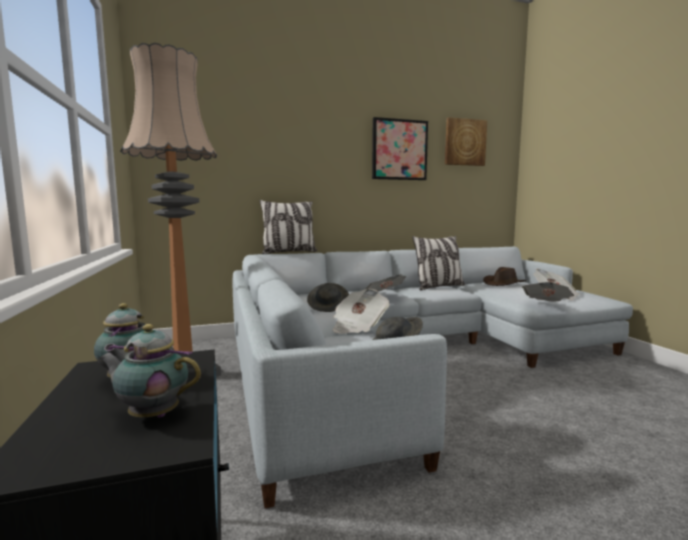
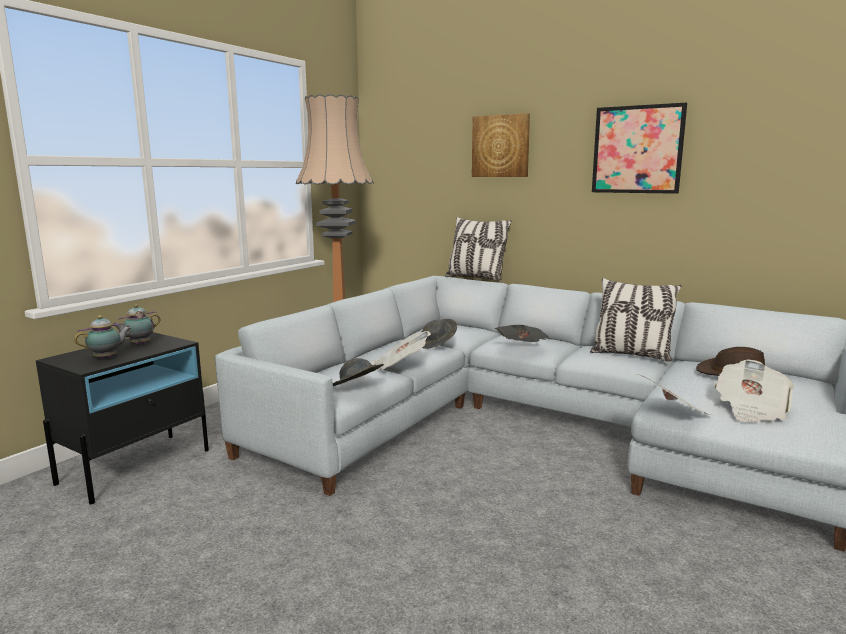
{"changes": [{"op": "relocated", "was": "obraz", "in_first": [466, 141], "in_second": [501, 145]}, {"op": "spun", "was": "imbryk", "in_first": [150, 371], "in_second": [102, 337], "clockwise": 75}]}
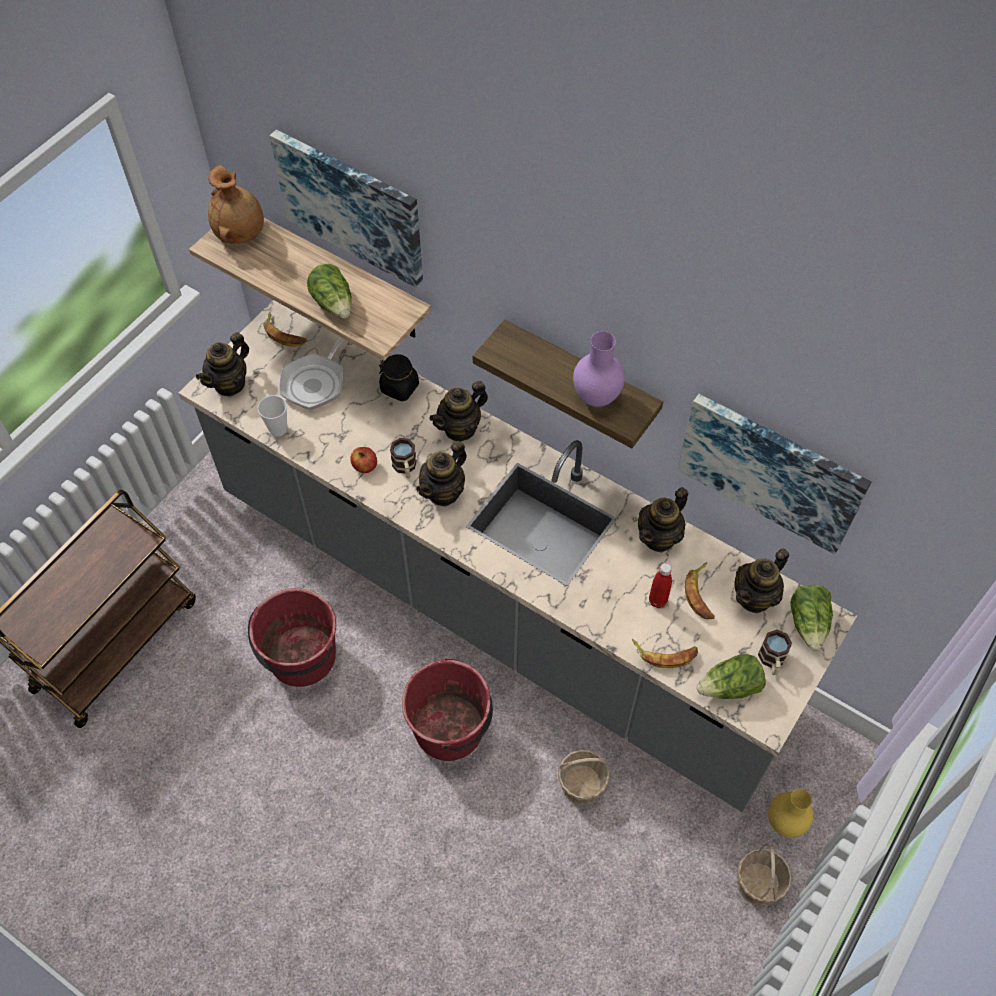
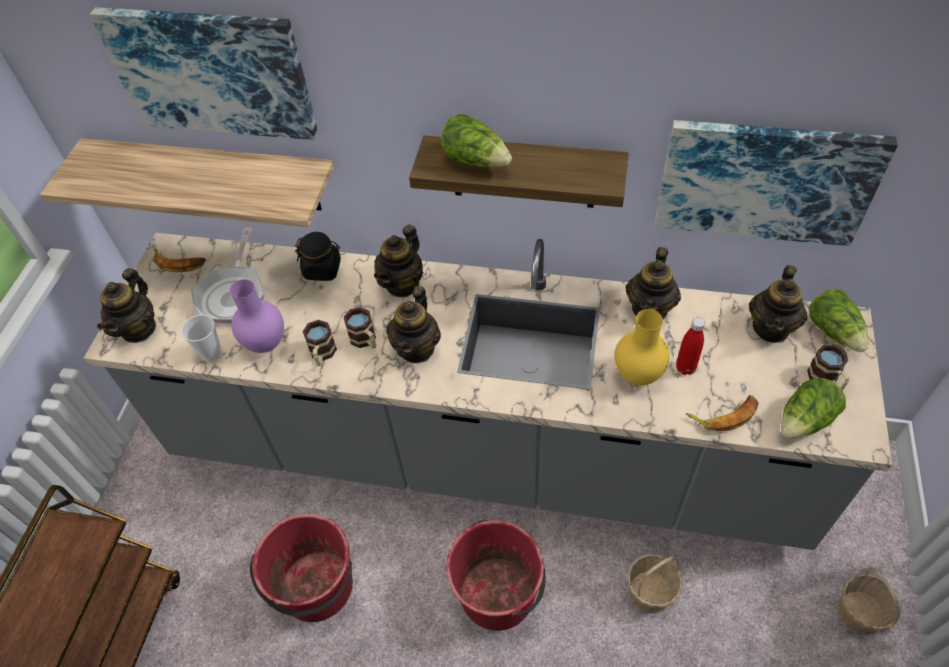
{"changes": [{"op": "missing", "was": "wazon (brązowy)", "in_first": [236, 204]}, {"op": "relocated", "was": "sałata", "in_first": [329, 291], "in_second": [476, 140]}, {"op": "relocated", "was": "wazon (fioletowy)", "in_first": [599, 369], "in_second": [257, 316]}, {"op": "exchanged", "was": "jabłko", "now": "kubek", "in_first": [363, 460], "in_second": [320, 343]}, {"op": "missing", "was": "banan", "in_first": [700, 590]}, {"op": "relocated", "was": "wazon (żółty)", "in_first": [790, 813], "in_second": [642, 347]}]}
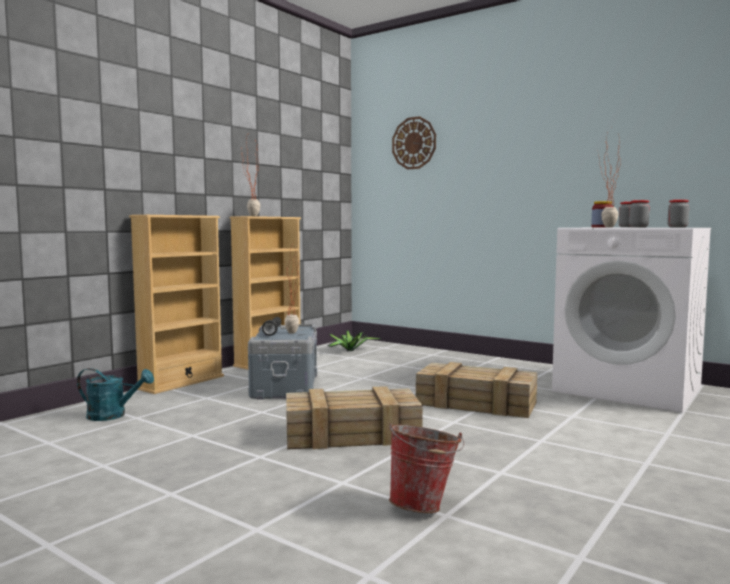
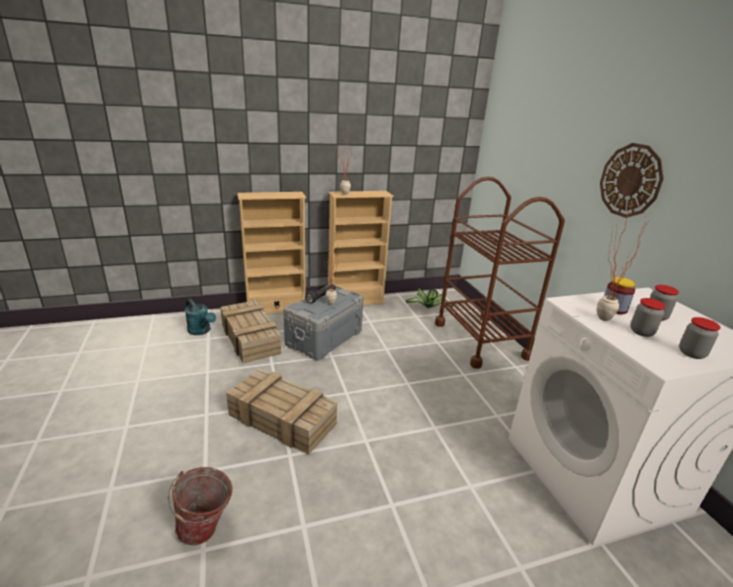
{"changes": [{"op": "relocated", "was": "zegar ścienny", "in_first": [414, 142], "in_second": [632, 180]}, {"op": "relocated", "was": "skrzynka", "in_first": [476, 390], "in_second": [250, 331]}, {"op": "appeared", "now": "wózek (brązowy)", "in_second": [500, 273]}]}
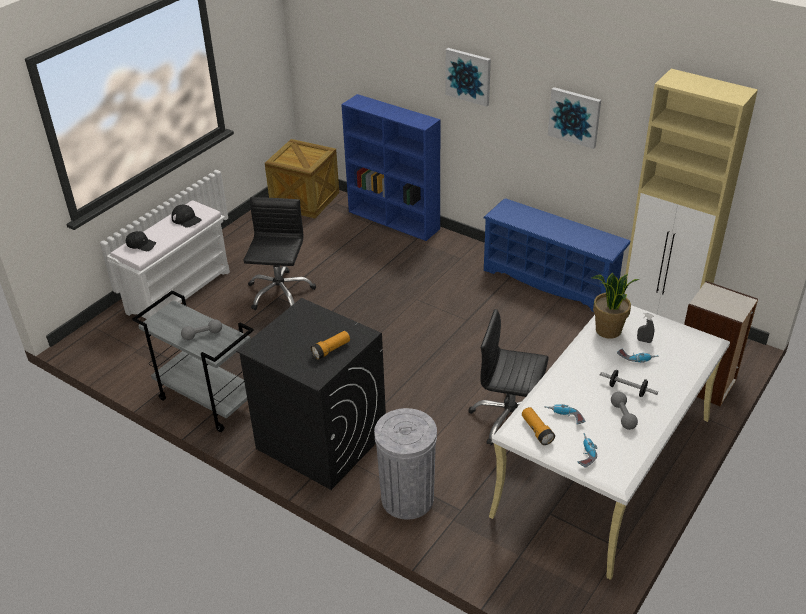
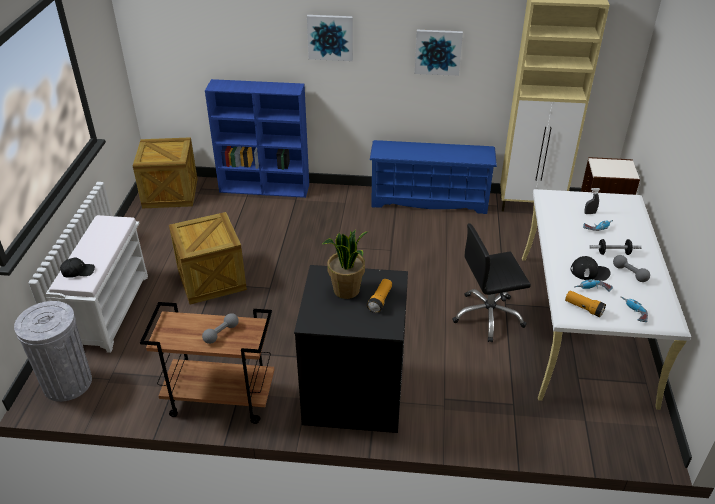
{"changes": [{"op": "exchanged", "was": "krzesło biurowe (czarny)", "now": "skrzynka", "in_first": [279, 253], "in_second": [208, 258]}, {"op": "relocated", "was": "czapka z daszkiem (czarny)", "in_first": [186, 216], "in_second": [590, 268]}, {"op": "relocated", "was": "roślina doniczkowa", "in_first": [616, 306], "in_second": [345, 264]}, {"op": "colour", "was": "wózek (szary)", "now": "wózek (brązowy)", "in_first": [193, 361], "in_second": [207, 363]}, {"op": "relocated", "was": "kosz na śmieci (szary)", "in_first": [405, 464], "in_second": [53, 351]}]}
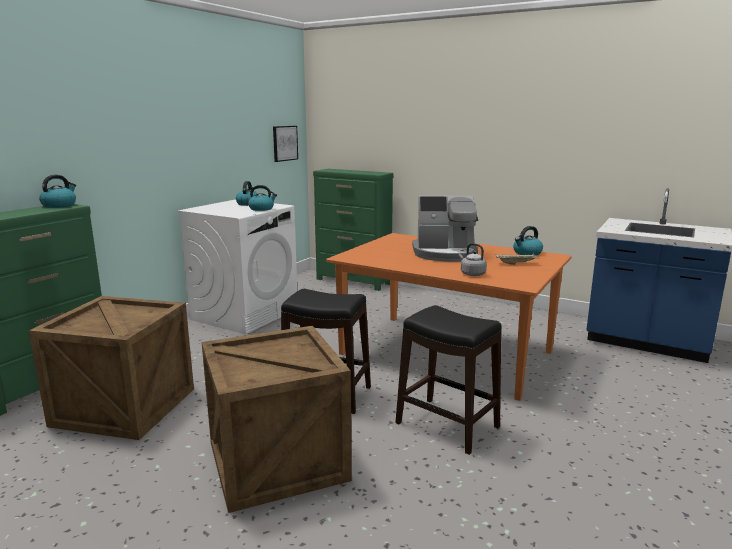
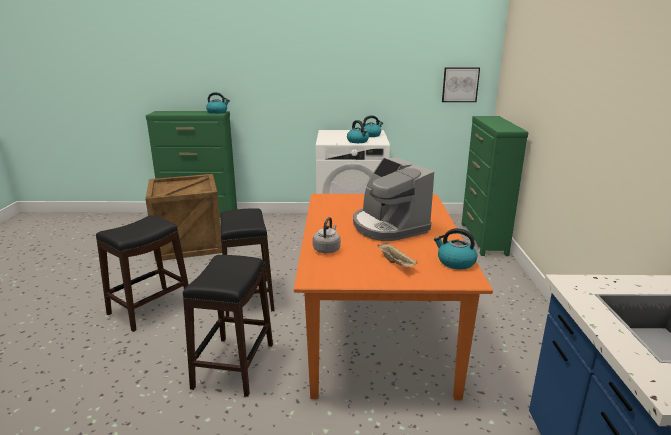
{"changes": [{"op": "exchanged", "was": "skrzynka", "now": "stołek (czarny)", "in_first": [277, 419], "in_second": [142, 273]}]}
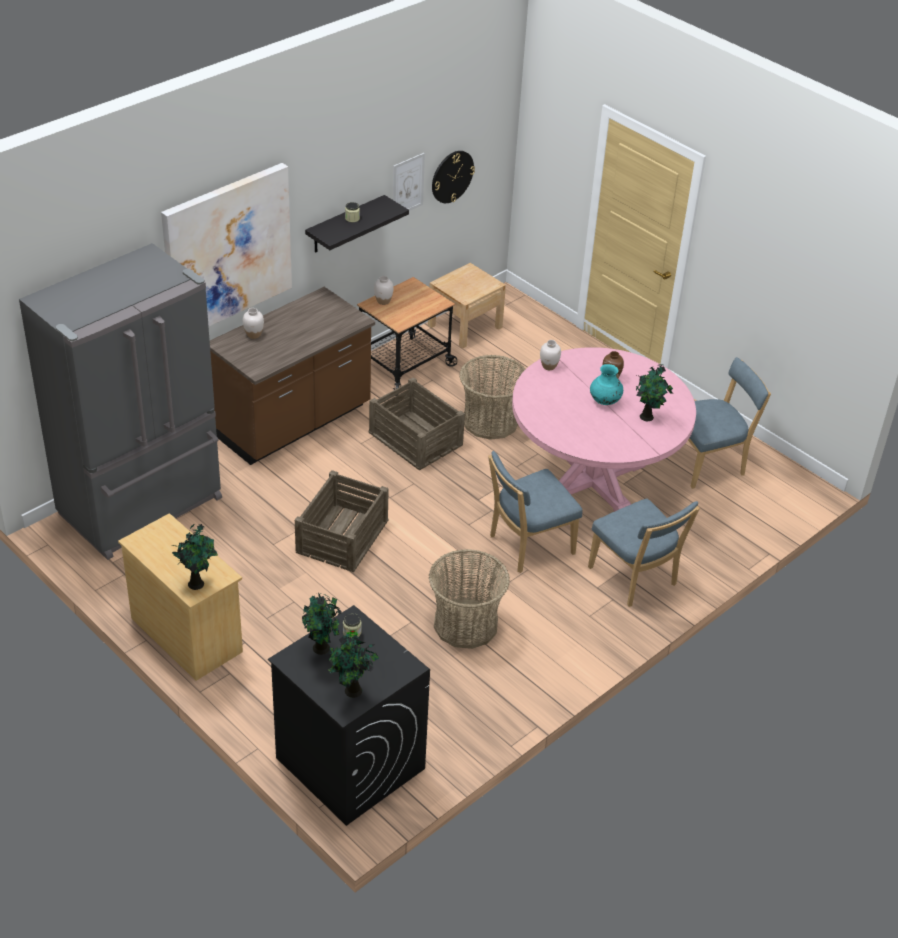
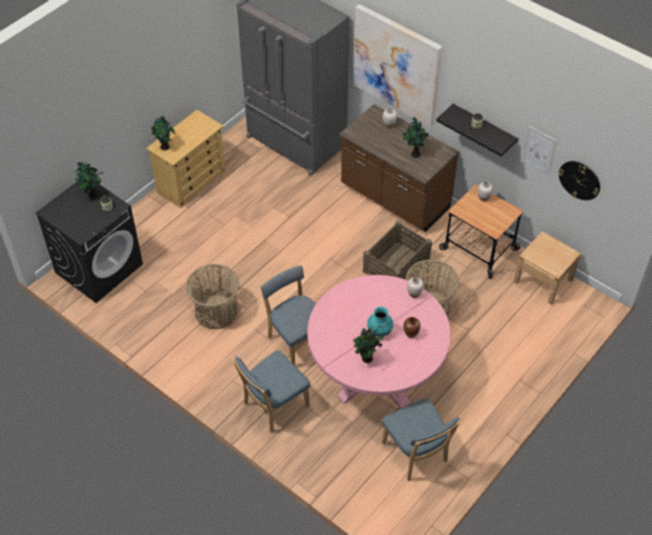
{"changes": [{"op": "missing", "was": "skrzynka", "in_first": [342, 521]}, {"op": "relocated", "was": "roślina doniczkowa", "in_first": [353, 666], "in_second": [416, 137]}]}
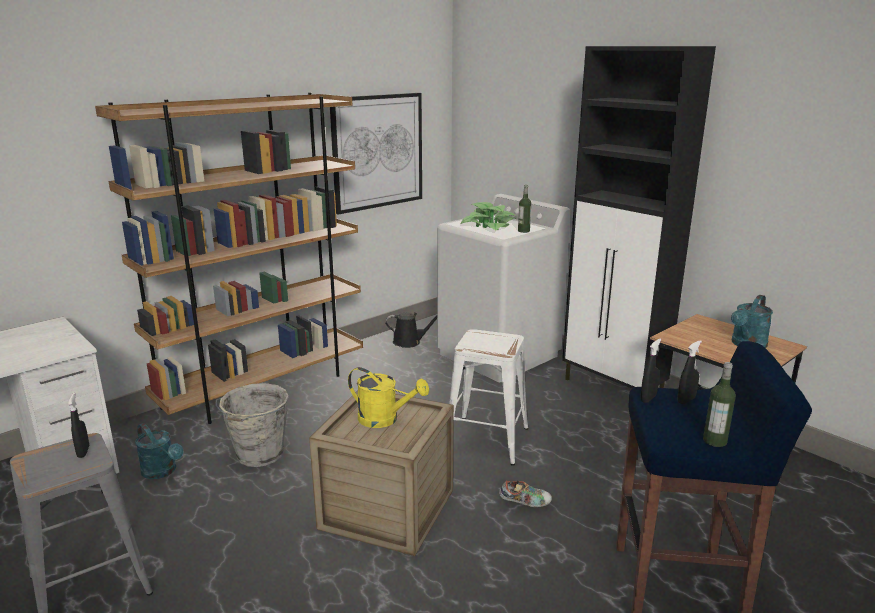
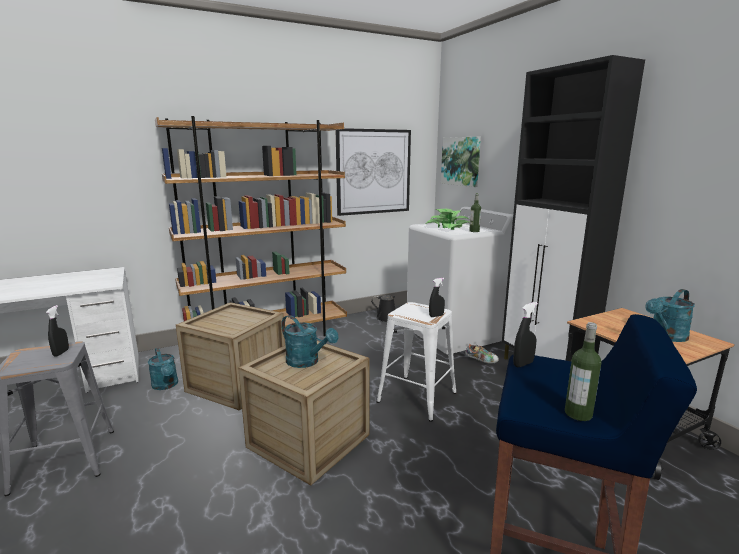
{"changes": [{"op": "relocated", "was": "spryskiwacz (czarny)", "in_first": [690, 372], "in_second": [437, 297]}, {"op": "colour", "was": "konewka (żółty)", "now": "konewka (turkusowy)", "in_first": [388, 397], "in_second": [310, 341]}, {"op": "exchanged", "was": "wiadro (szary)", "now": "skrzynka", "in_first": [252, 425], "in_second": [230, 356]}, {"op": "relocated", "was": "but", "in_first": [525, 493], "in_second": [482, 354]}, {"op": "appeared", "now": "obraz", "in_second": [461, 162]}]}
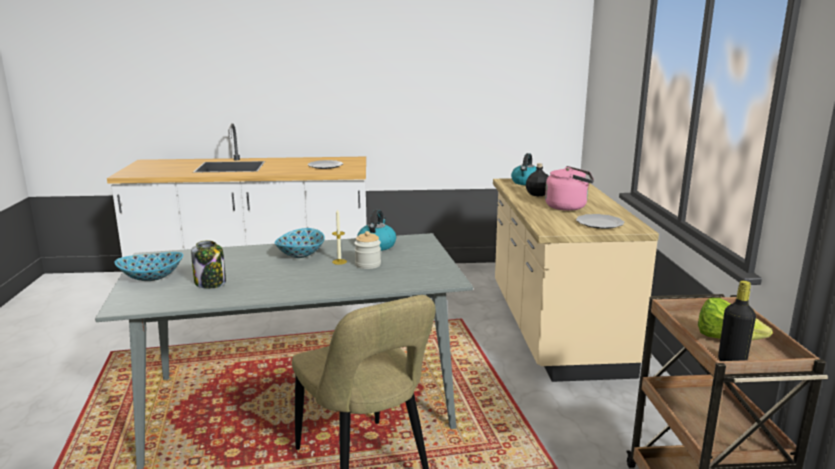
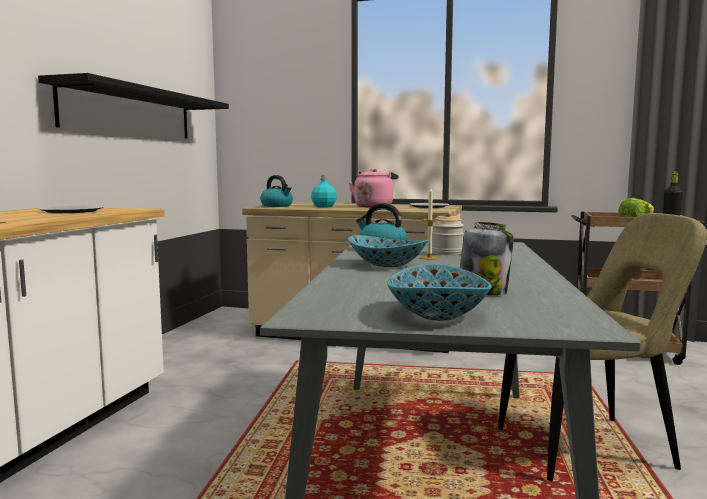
{"changes": [{"op": "colour", "was": "butelka (czarny)", "now": "butelka (turkusowy)", "in_first": [537, 179], "in_second": [324, 191]}, {"op": "appeared", "now": "półka (czarny)", "in_second": [133, 106]}]}
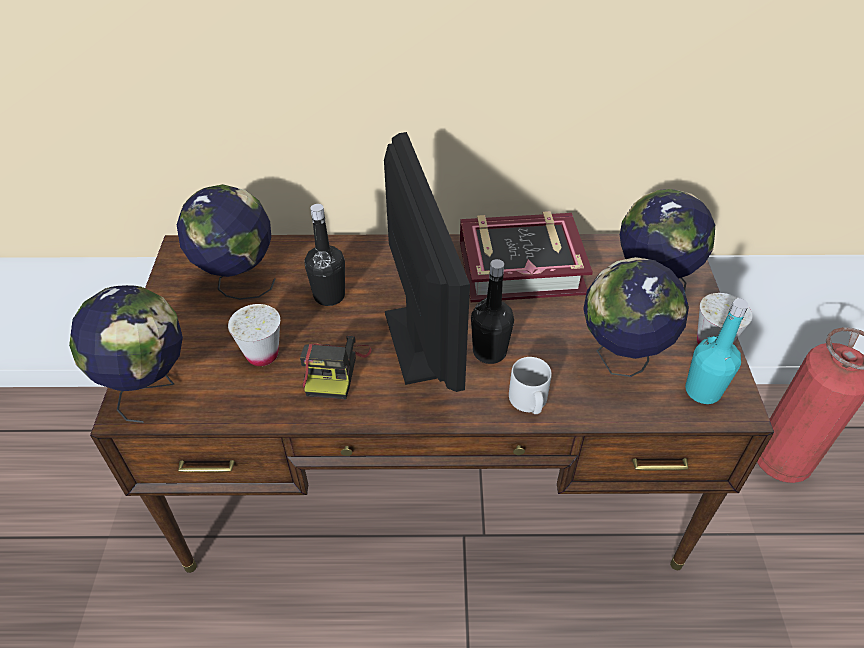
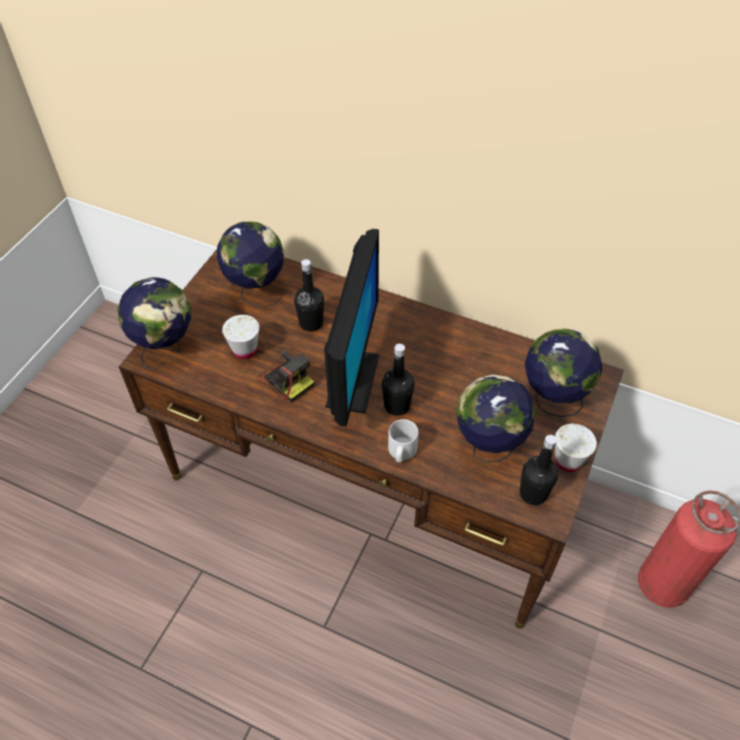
{"changes": [{"op": "missing", "was": "książka", "in_first": [526, 256]}, {"op": "colour", "was": "butelka (turkusowy)", "now": "butelka (czarny)", "in_first": [716, 351], "in_second": [539, 470]}, {"op": "spun", "was": "aparat fotograficzny", "in_first": [336, 367], "in_second": [285, 376], "clockwise": -75}]}
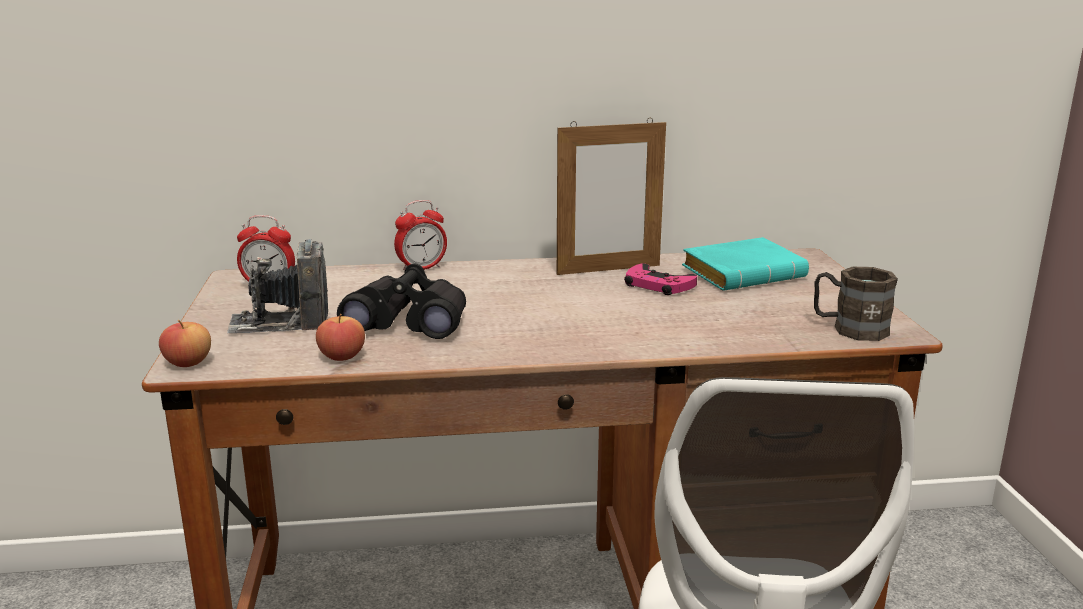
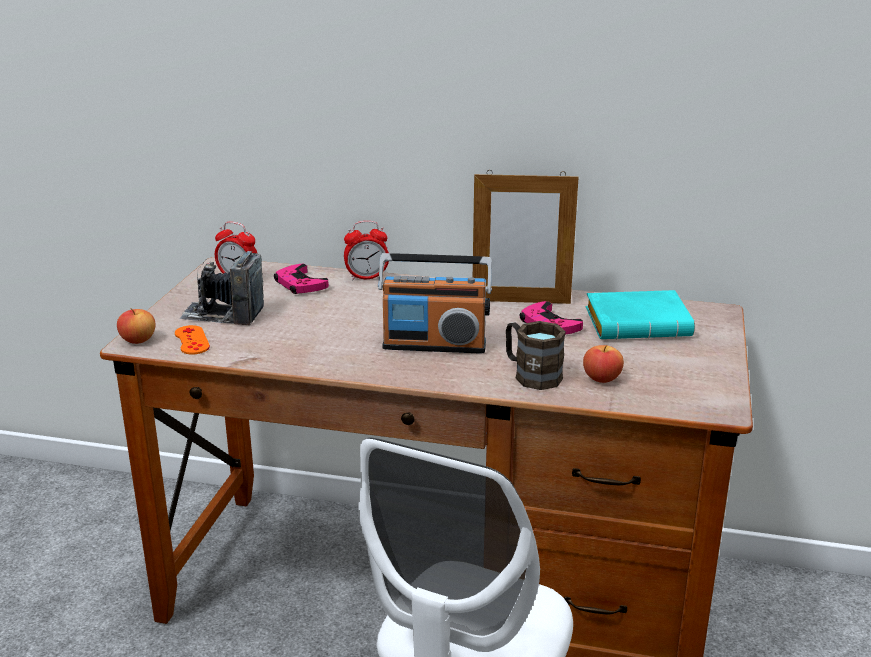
{"changes": [{"op": "missing", "was": "lornetka (czarny)", "in_first": [401, 301]}, {"op": "relocated", "was": "kubek (brązowy)", "in_first": [856, 304], "in_second": [536, 355]}, {"op": "relocated", "was": "jabłko", "in_first": [340, 337], "in_second": [603, 364]}, {"op": "appeared", "now": "radio", "in_second": [435, 303]}, {"op": "appeared", "now": "pad do gier (różowy)", "in_second": [301, 279]}, {"op": "appeared", "now": "pad do gier (pomarańczowy)", "in_second": [192, 339]}]}
